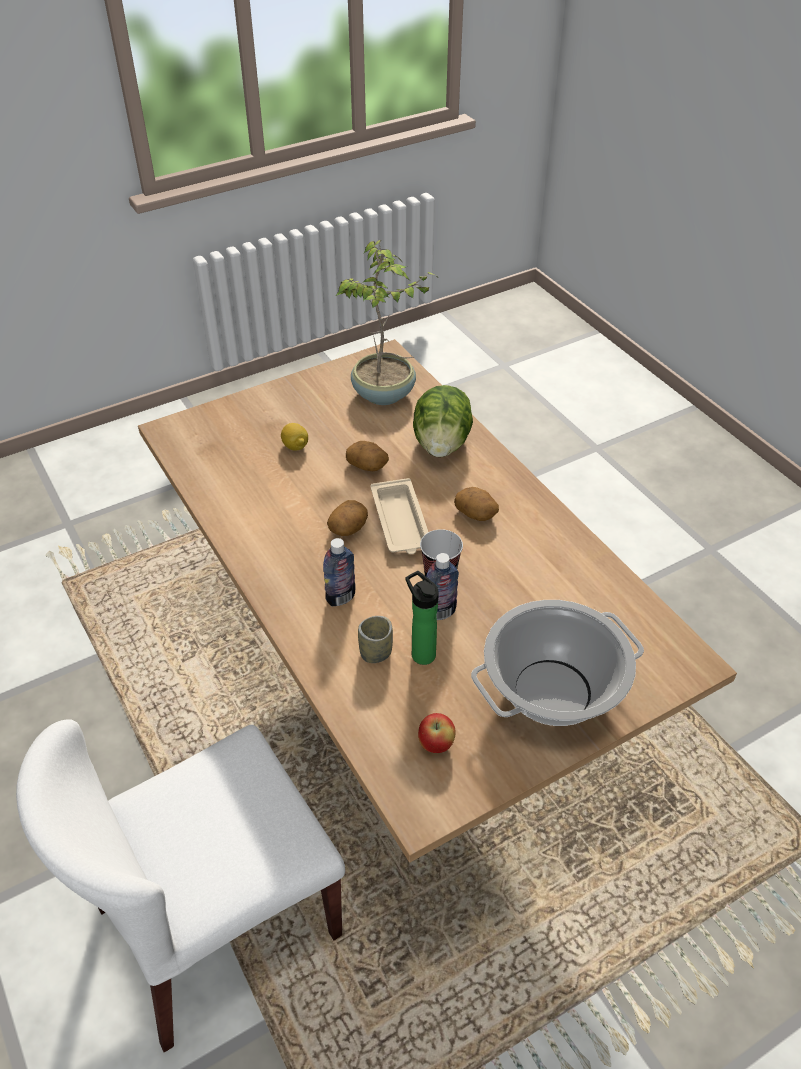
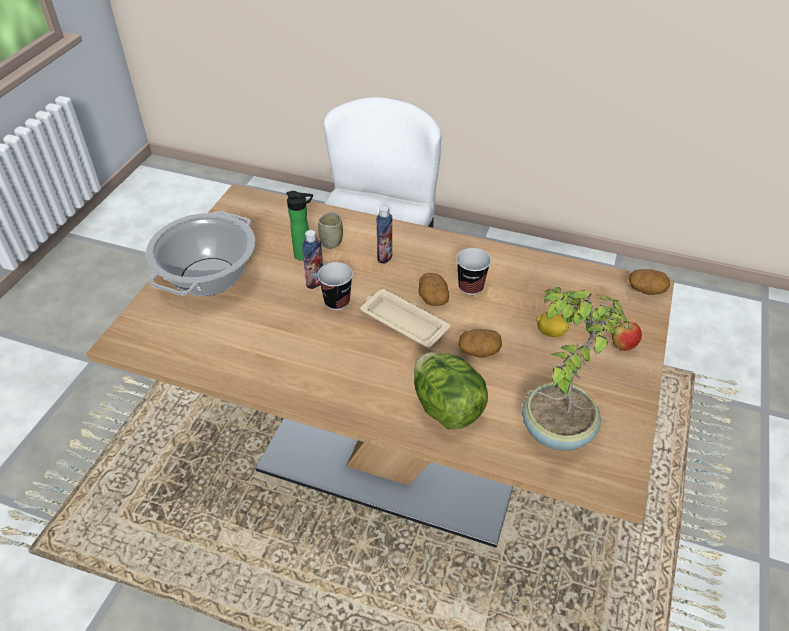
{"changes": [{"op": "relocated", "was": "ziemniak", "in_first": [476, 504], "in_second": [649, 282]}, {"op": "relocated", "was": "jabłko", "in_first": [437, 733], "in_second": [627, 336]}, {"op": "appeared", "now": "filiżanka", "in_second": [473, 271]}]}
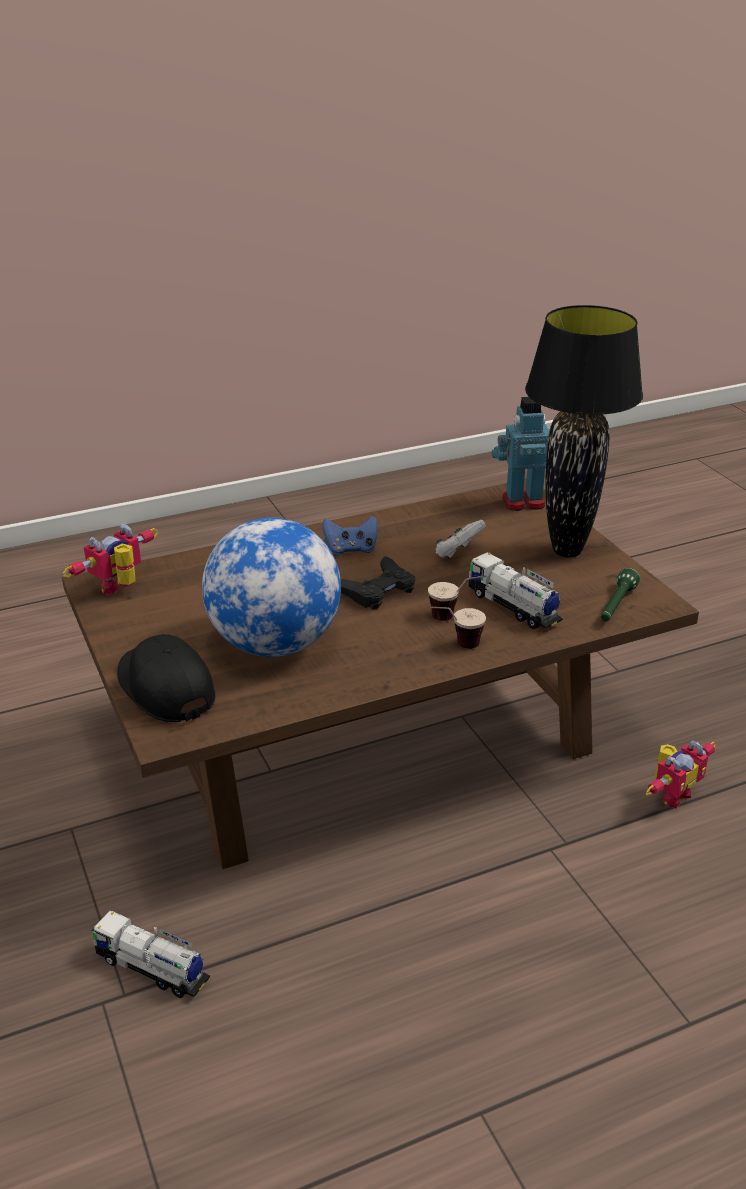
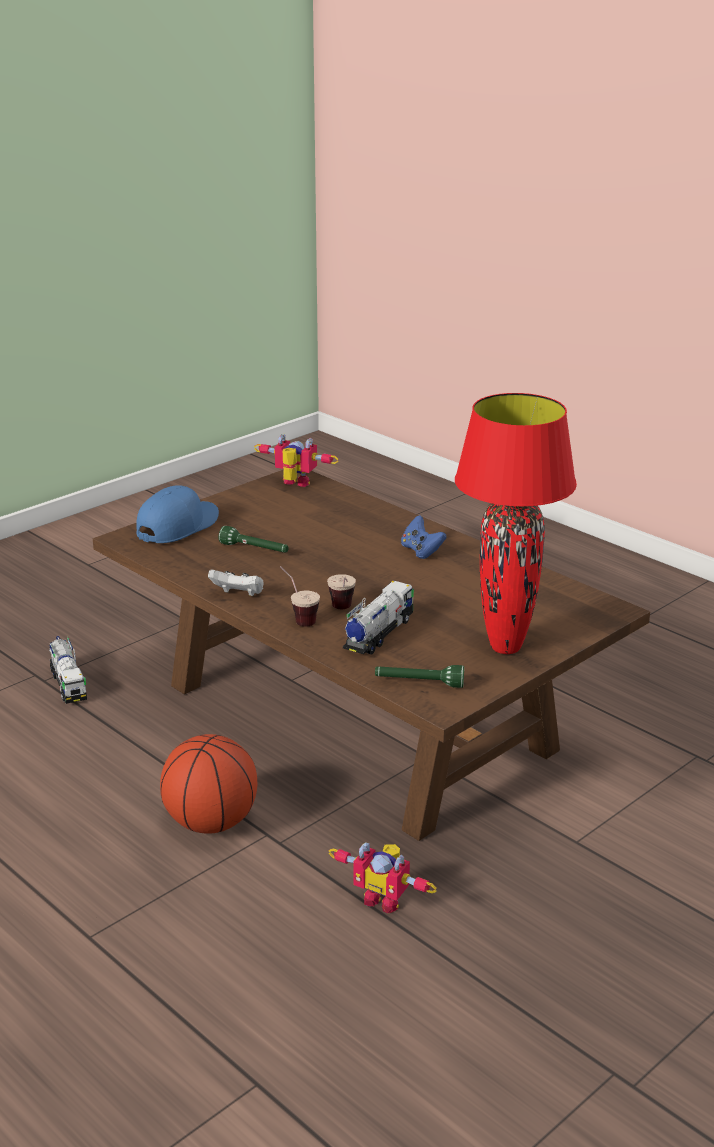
{"changes": [{"op": "colour", "was": "lampa stołowa (czarny)", "now": "lampa stołowa (czerwony)", "in_first": [584, 431], "in_second": [516, 523]}, {"op": "missing", "was": "robot zabawkowy", "in_first": [520, 454]}, {"op": "exchanged", "was": "globus", "now": "latarka (zielony)", "in_first": [271, 587], "in_second": [253, 539]}, {"op": "relocated", "was": "pad do gier (biały)", "in_first": [460, 539], "in_second": [235, 582]}, {"op": "missing", "was": "pad do gier (czarny)", "in_first": [378, 583]}, {"op": "colour", "was": "czapka z daszkiem (czarny)", "now": "czapka z daszkiem (niebieski)", "in_first": [166, 678], "in_second": [177, 514]}, {"op": "spun", "was": "ciężarówka zabawkowa", "in_first": [150, 954], "in_second": [68, 670], "clockwise": 150}, {"op": "appeared", "now": "piłka do koszykówki", "in_second": [208, 784]}]}
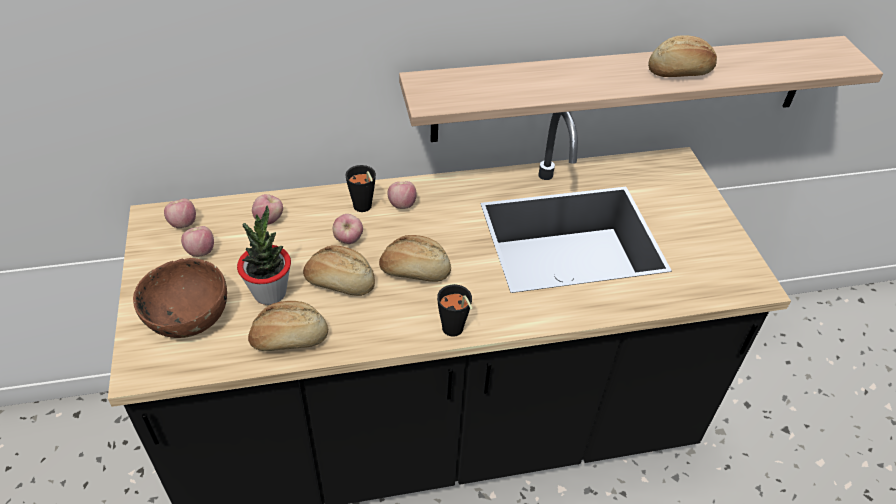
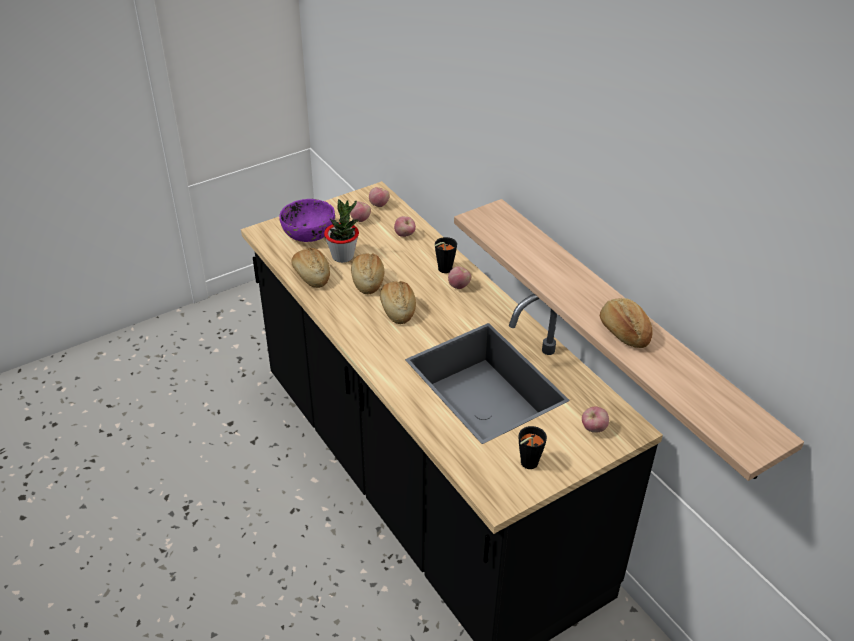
{"changes": [{"op": "relocated", "was": "jabłko", "in_first": [348, 229], "in_second": [595, 419]}, {"op": "colour", "was": "miska (brązowy)", "now": "miska (fioletowy)", "in_first": [180, 298], "in_second": [307, 220]}, {"op": "relocated", "was": "filiżanka (czarny)", "in_first": [455, 310], "in_second": [533, 447]}]}
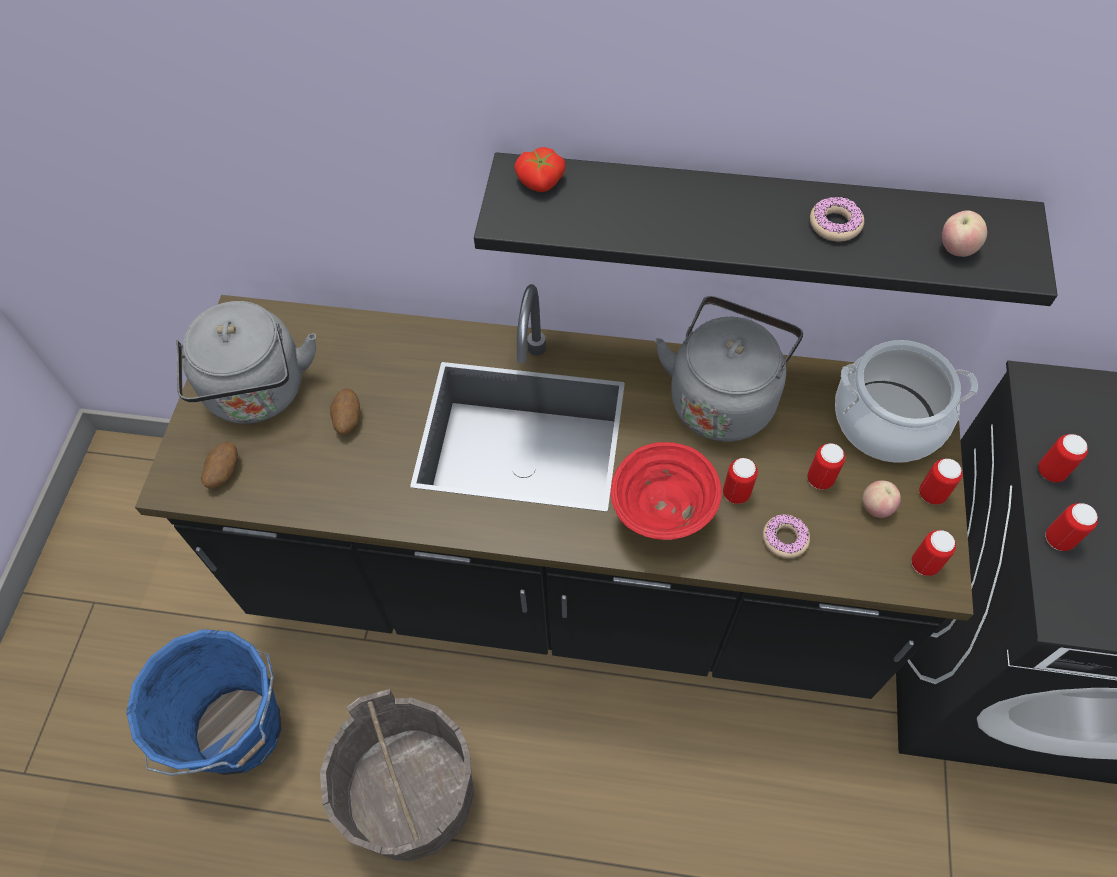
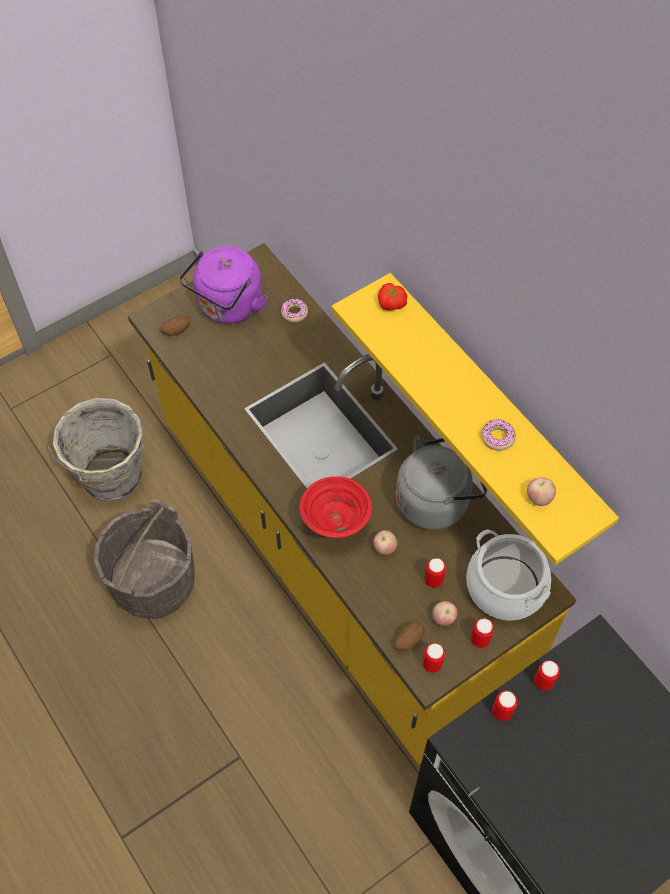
{"changes": [{"op": "colour", "was": "półka (czarny)", "now": "półka (żółty)", "in_first": [766, 229], "in_second": [475, 419]}, {"op": "colour", "was": "zabudowa kuchenna (czarny)", "now": "zabudowa kuchenna (żółty)", "in_first": [554, 491], "in_second": [352, 503]}, {"op": "colour", "was": "czajnik (szary)", "now": "czajnik (fioletowy)", "in_first": [246, 362], "in_second": [223, 285]}, {"op": "relocated", "was": "ziemniak", "in_first": [345, 411], "in_second": [409, 636]}, {"op": "exchanged", "was": "puszka", "now": "jabłko", "in_first": [740, 481], "in_second": [385, 542]}, {"op": "relocated", "was": "donut", "in_first": [786, 536], "in_second": [294, 310]}, {"op": "colour", "was": "wiadro (niebieski)", "now": "wiadro (szary)", "in_first": [204, 702], "in_second": [96, 450]}]}
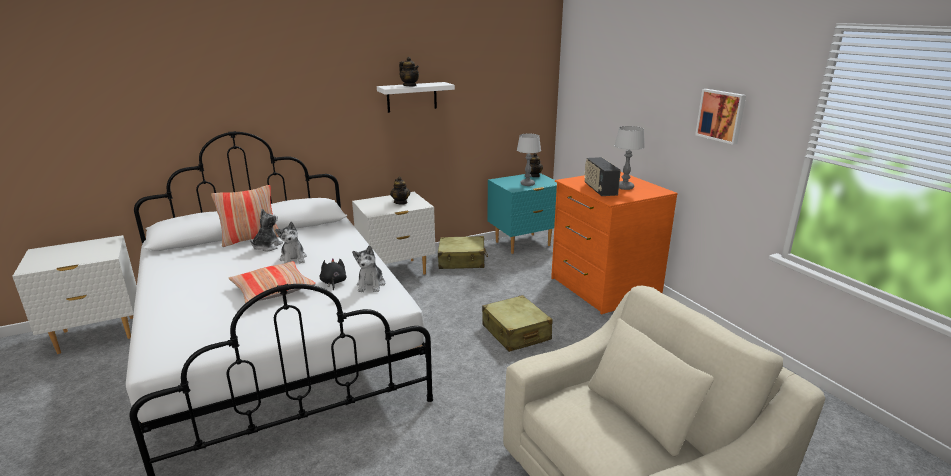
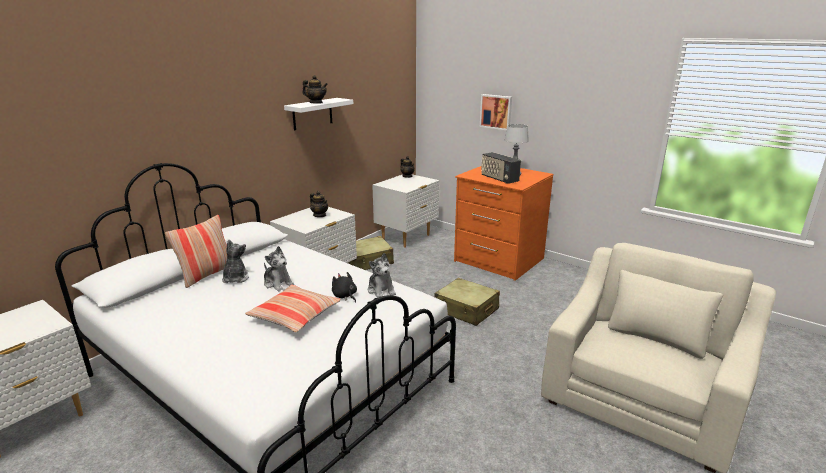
{"changes": [{"op": "relocated", "was": "obraz", "in_first": [720, 117], "in_second": [496, 112]}, {"op": "missing", "was": "lampa stołowa", "in_first": [529, 160]}, {"op": "colour", "was": "szafka nocna (turkusowy)", "now": "szafka nocna (biały)", "in_first": [522, 213], "in_second": [405, 211]}]}
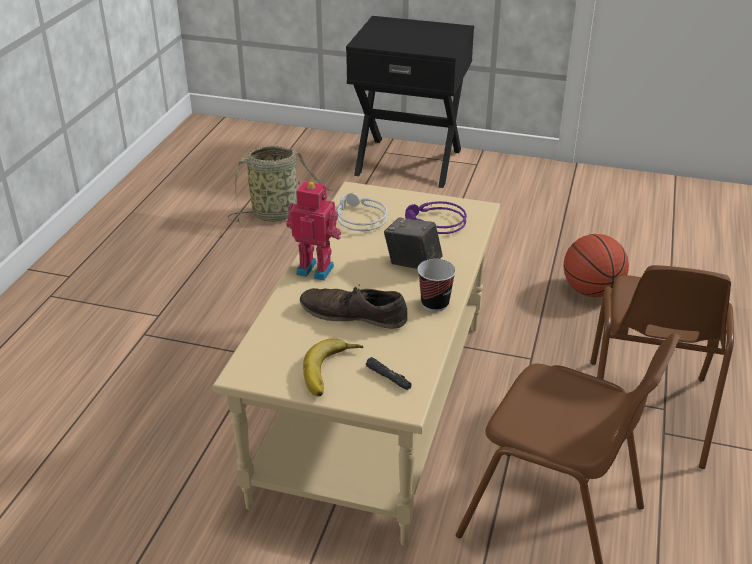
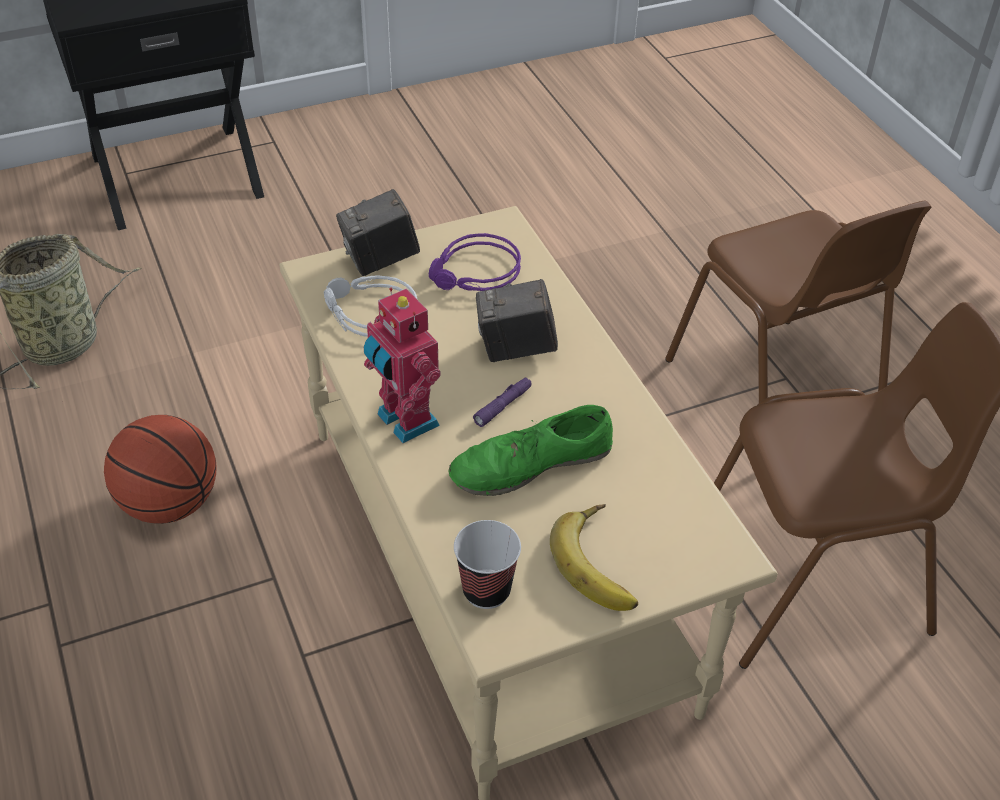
{"changes": [{"op": "spun", "was": "robot zabawkowy", "in_first": [313, 231], "in_second": [402, 365], "clockwise": -105}, {"op": "relocated", "was": "piłka do koszykówki", "in_first": [596, 265], "in_second": [160, 469]}, {"op": "relocated", "was": "filiżanka", "in_first": [436, 285], "in_second": [487, 564]}, {"op": "colour", "was": "but (brązowy)", "now": "but (zielony)", "in_first": [353, 308], "in_second": [530, 450]}, {"op": "missing", "was": "latarka (czarny)", "in_first": [389, 373]}, {"op": "appeared", "now": "aparat fotograficzny", "in_second": [378, 232]}, {"op": "appeared", "now": "latarka (fioletowy)", "in_second": [502, 402]}]}
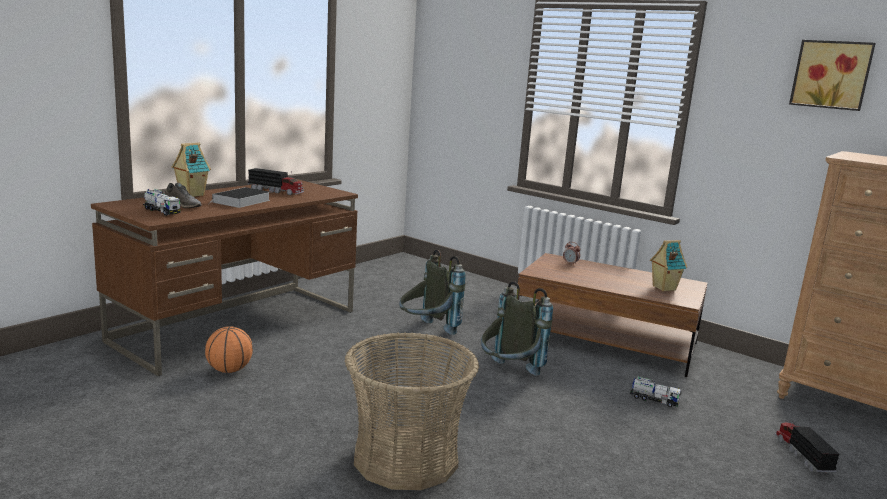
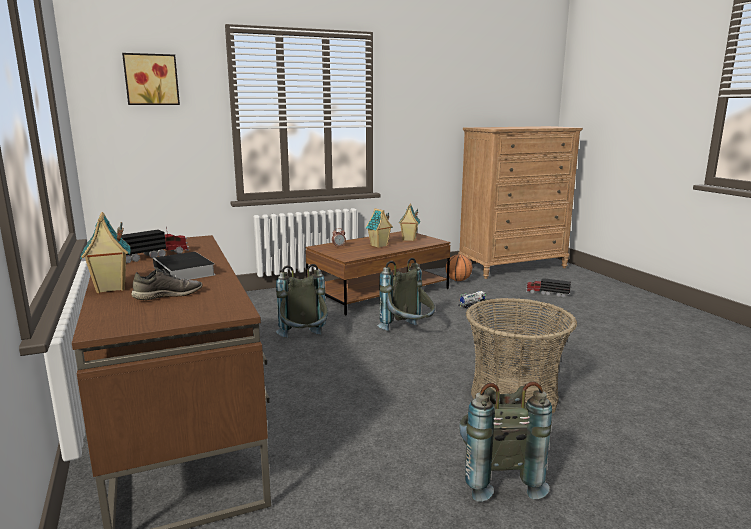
{"changes": [{"op": "relocated", "was": "obraz", "in_first": [832, 75], "in_second": [151, 79]}, {"op": "missing", "was": "ciężarówka zabawkowa", "in_first": [161, 202]}, {"op": "relocated", "was": "piłka do koszykówki", "in_first": [229, 349], "in_second": [458, 267]}, {"op": "appeared", "now": "domek", "in_second": [379, 228]}, {"op": "appeared", "now": "plecak (szary)", "in_second": [505, 442]}]}
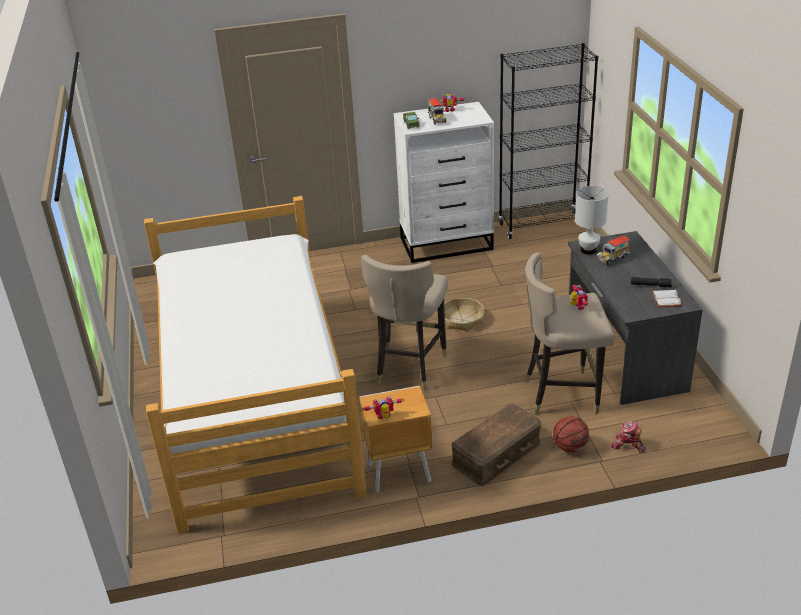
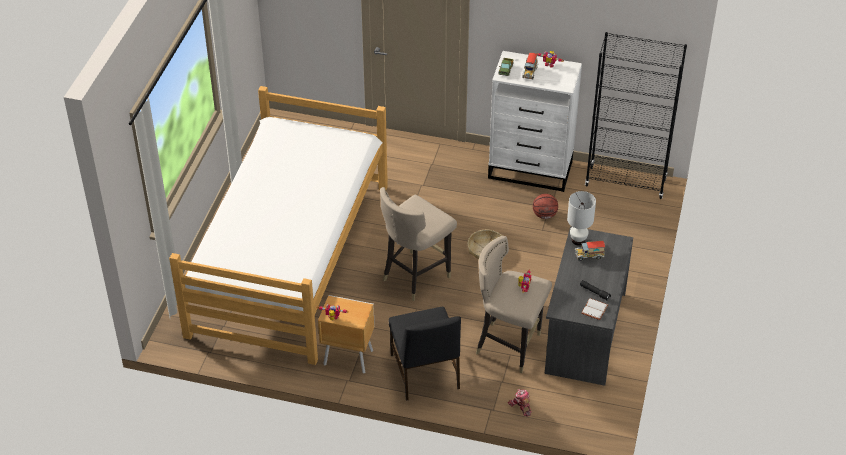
{"changes": [{"op": "exchanged", "was": "pojemnik do przechowywania (brązowy)", "now": "krzesło (czarny)", "in_first": [496, 444], "in_second": [425, 354]}, {"op": "relocated", "was": "piłka do koszykówki", "in_first": [571, 434], "in_second": [545, 206]}]}
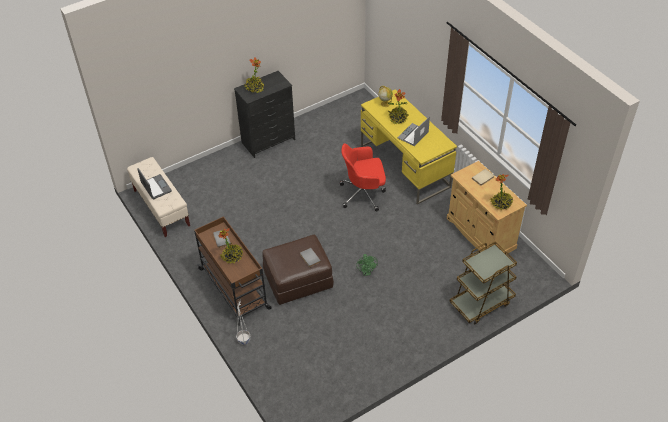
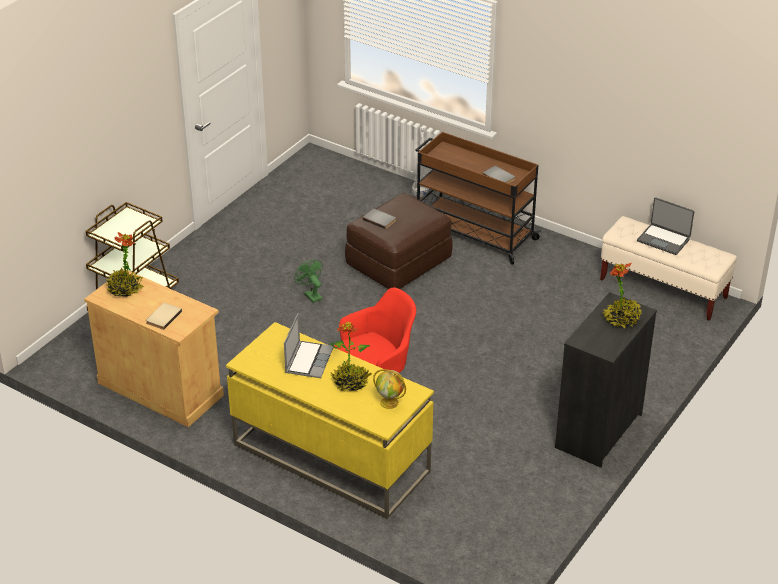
{"changes": [{"op": "missing", "was": "roślina doniczkowa", "in_first": [230, 246]}]}
